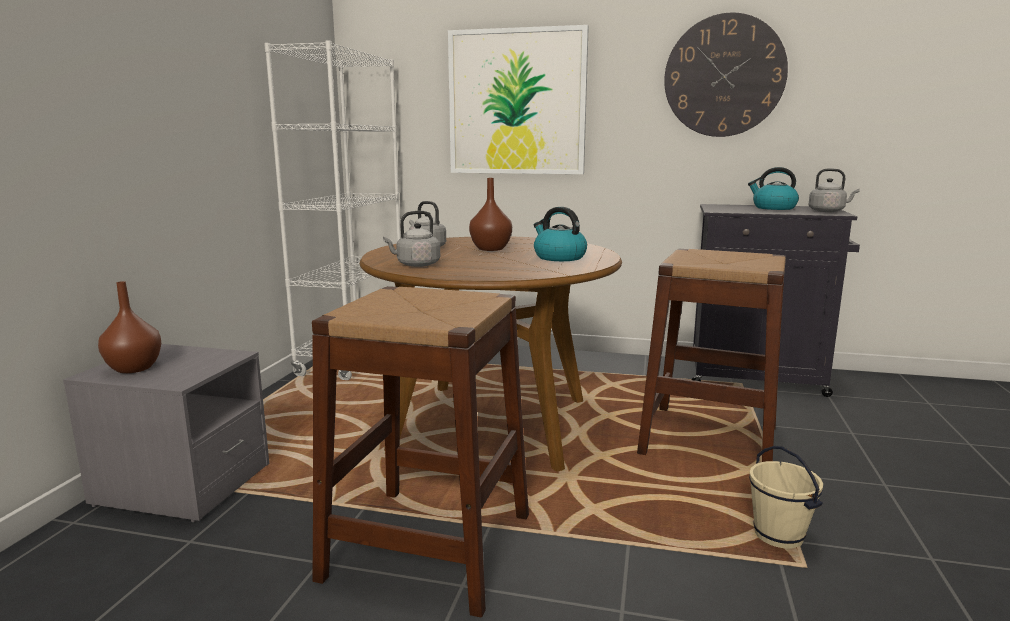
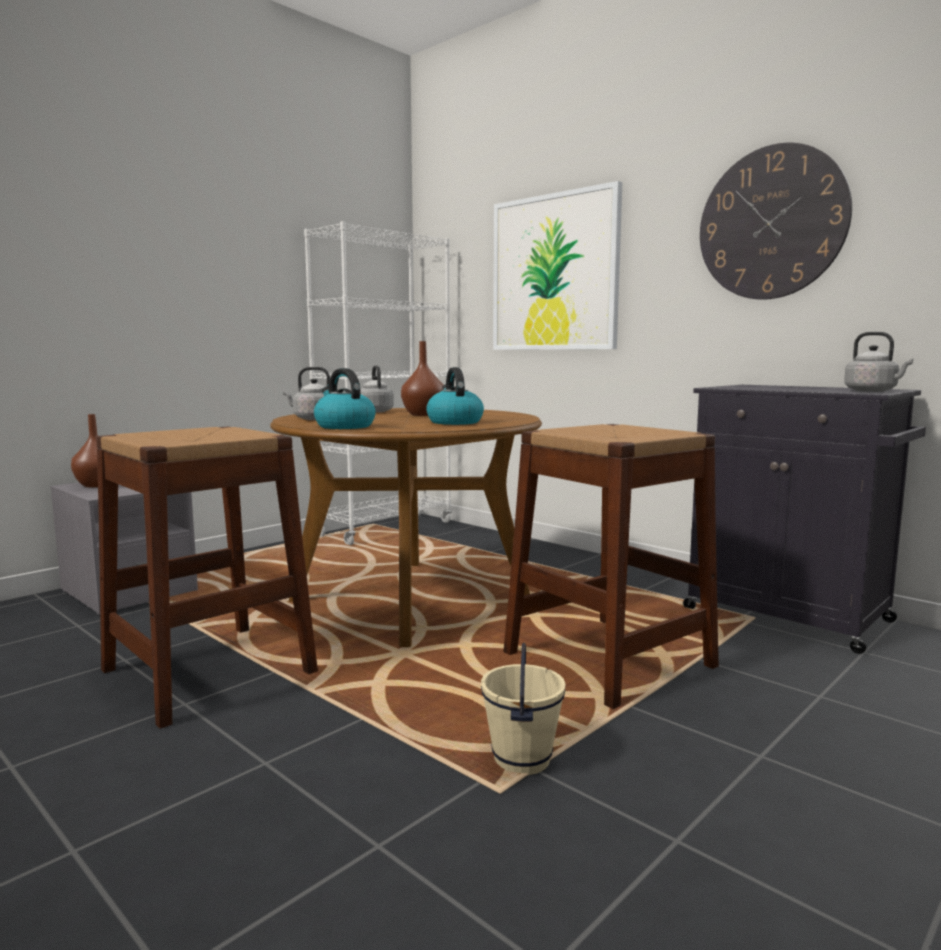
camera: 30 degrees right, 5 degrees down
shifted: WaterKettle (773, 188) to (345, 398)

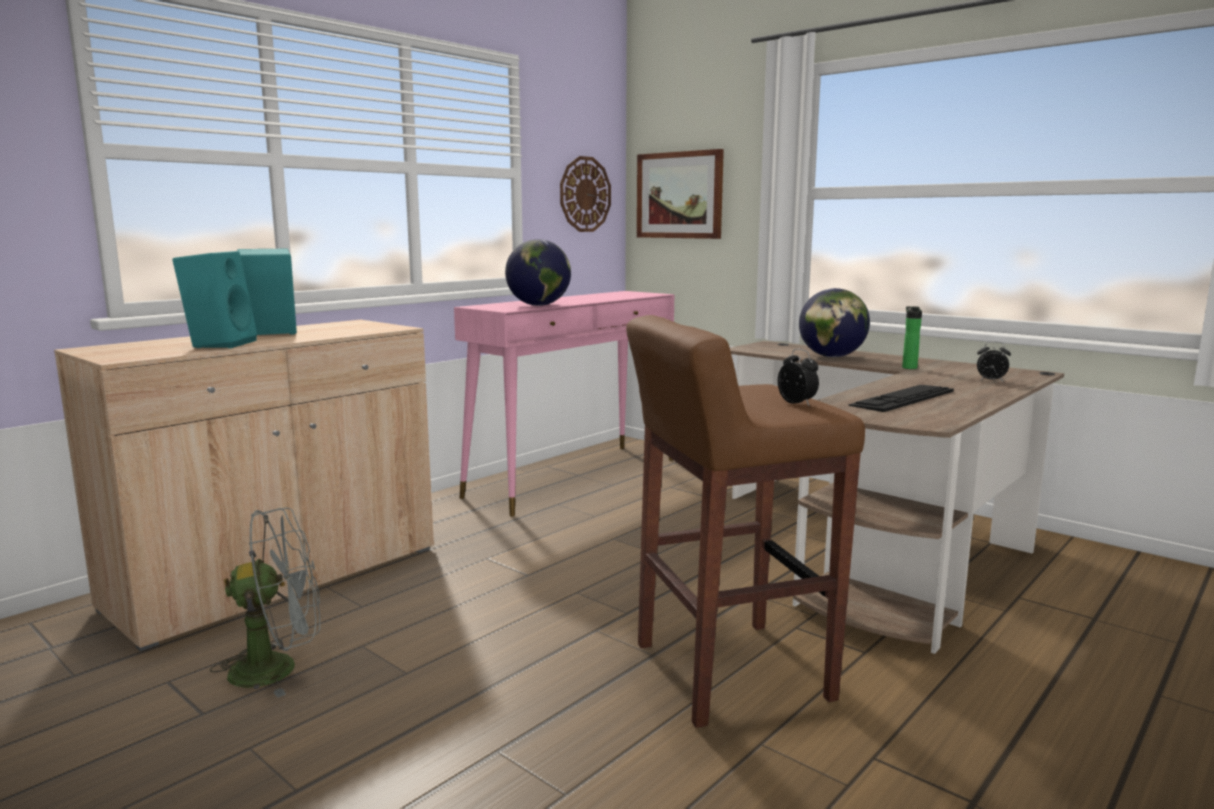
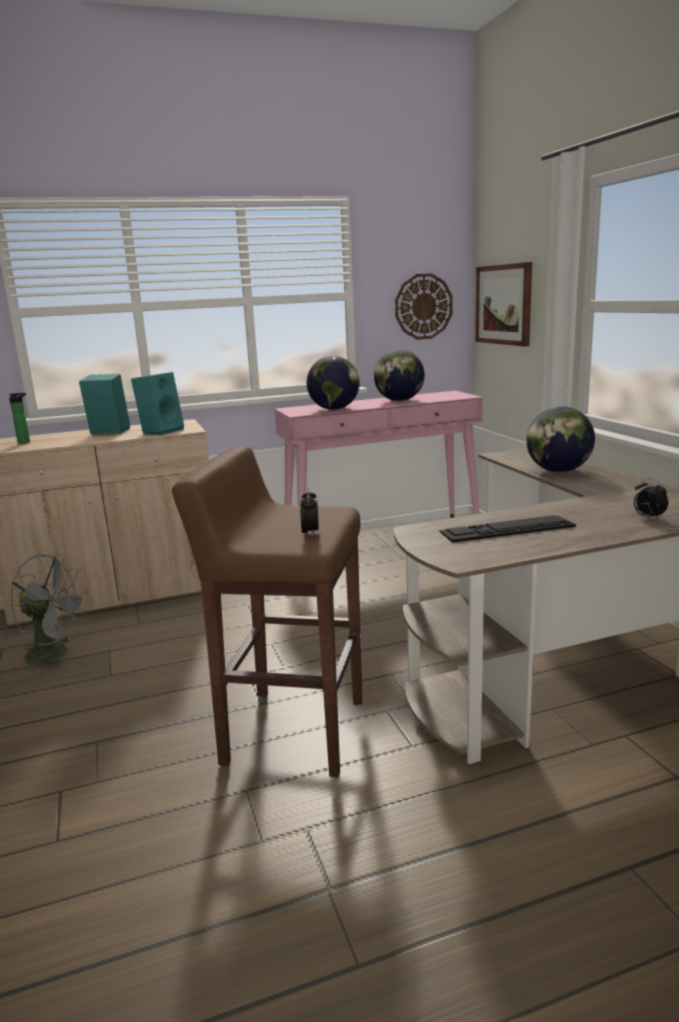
camera: 30 degrees right, 5 degrees up
new: WorldGlobe (399, 375)
shifted: DrinkBottle (912, 337) to (19, 418); BlueGreenLoudspeaker (214, 299) to (157, 403)

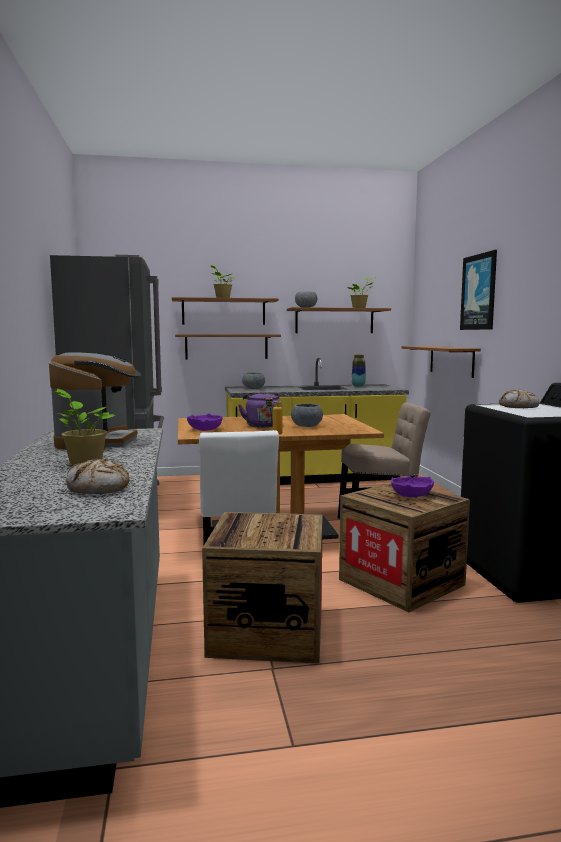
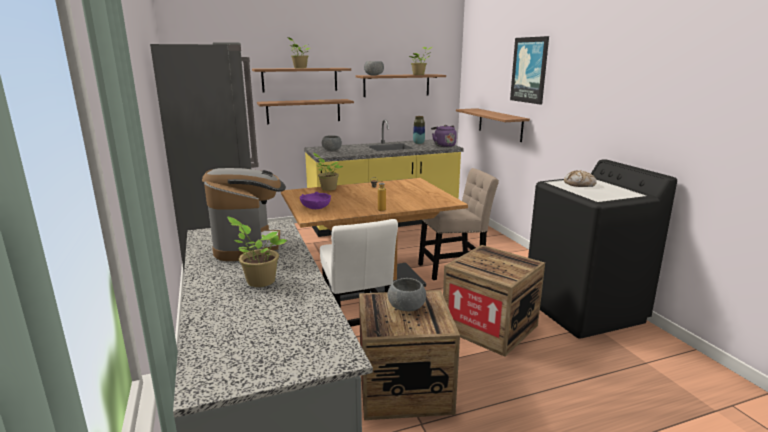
camera: 10 degrees left, 10 degrees up
gone: BakedBread (97, 476); PurpleDeepDish (412, 486)
new: Houseplant (328, 172)
shifted: GreyDeepDish (307, 415) to (406, 295); PurpleWaterKettle (260, 409) to (444, 136)

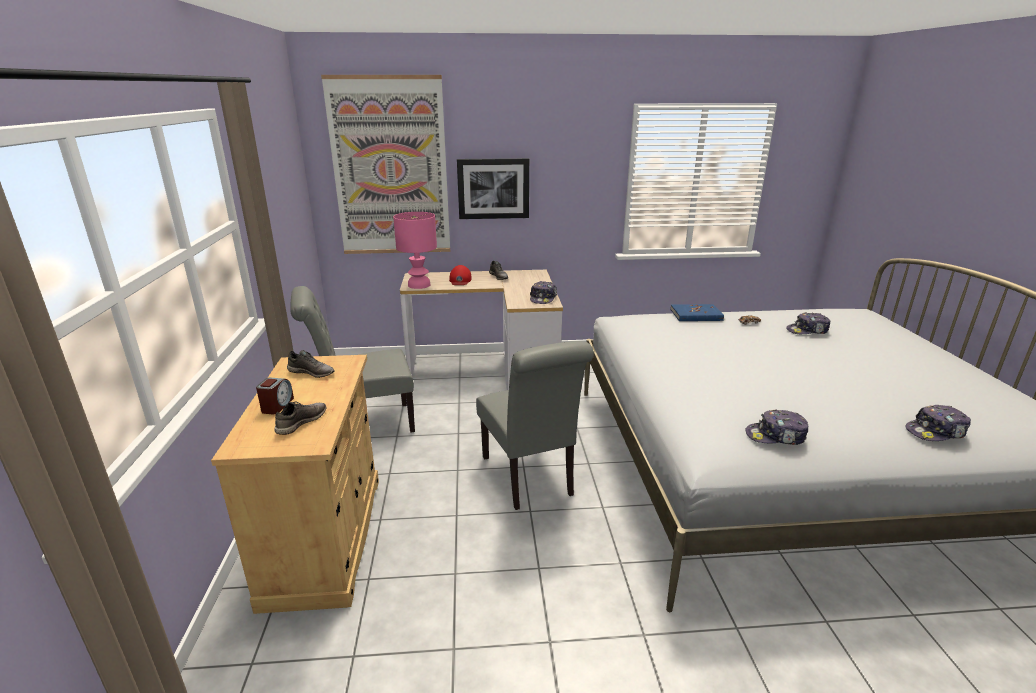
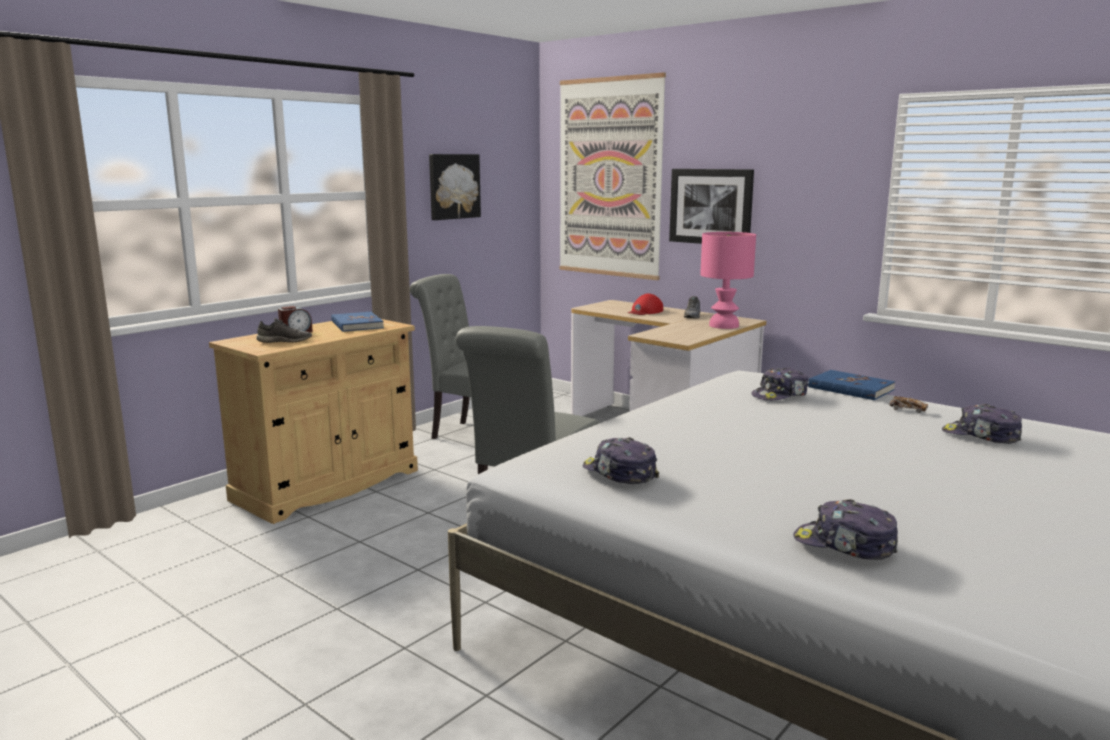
camera: 45 degrees right, 10 degrees down
new: WallArt (455, 187)
shifted: PinkishLampForATable (415, 250) to (728, 280); PeakedCap (543, 292) to (779, 384)
swapped: GreyLowShoe (311, 364) to BlueColouredBook (357, 322)

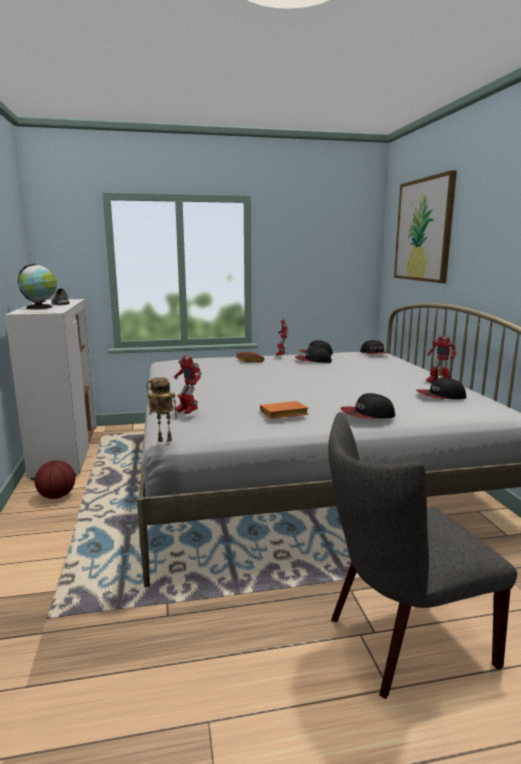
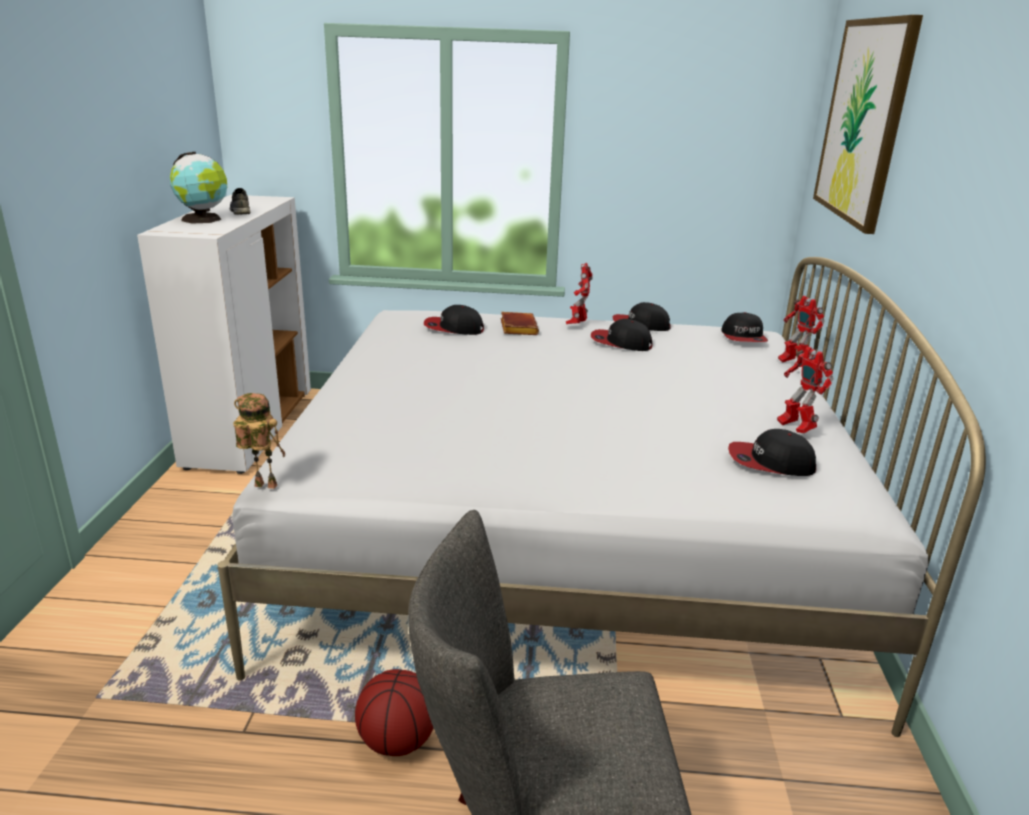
camera: 15 degrees right, 10 degrees up
gone: OrangeColouredBook (284, 410)
shifted: Basketball (54, 479) to (394, 712); PeakedCap (367, 406) to (454, 320); ToyRobot (188, 385) to (801, 331)

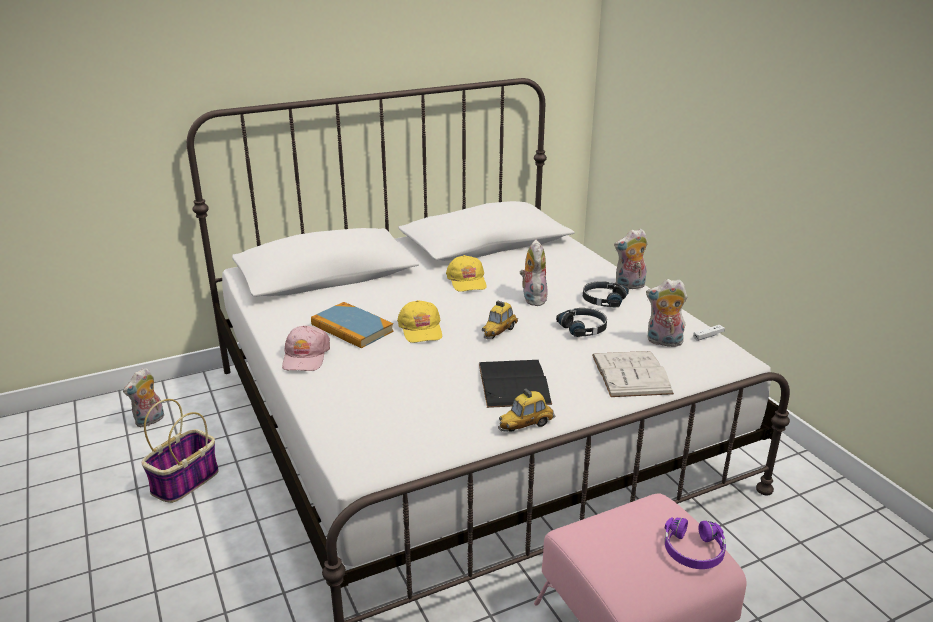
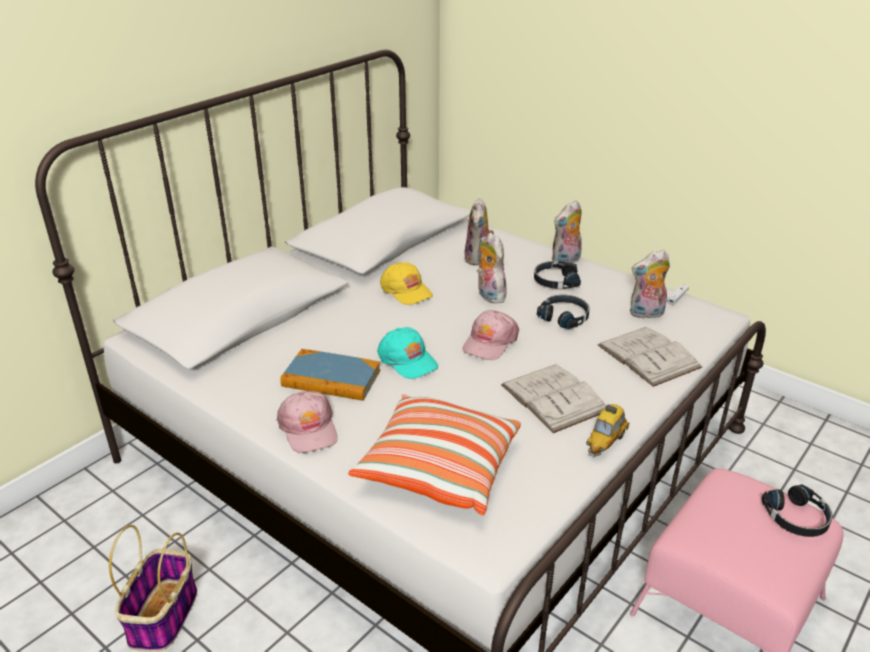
camera: 25 degrees left, 5 degrees up
new: Cushion (434, 454)
shifted: SoftToy (143, 397) to (479, 232)
swapped: ToyCar (500, 320) to PinkishPeakedCap (490, 335)
repainted: YellowPeakedCap (419, 321) to BlueGreenPeakedCap (407, 353); BlackColouredBook (515, 384) to WhitishBook (553, 398); PurplePairOfHeadphones (695, 543) to BlackColouredPairOfHeadphones (797, 510)

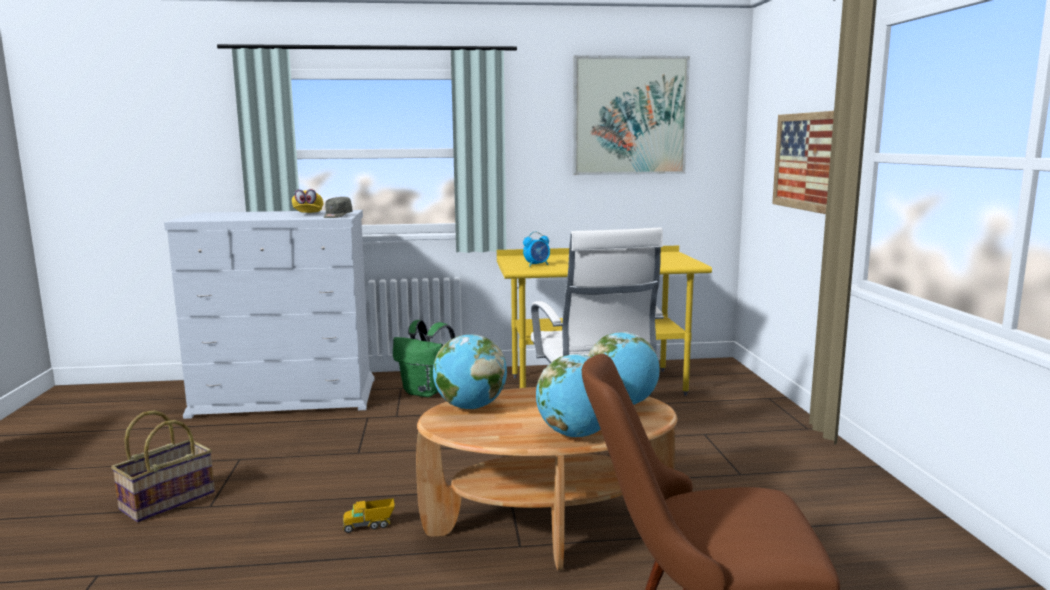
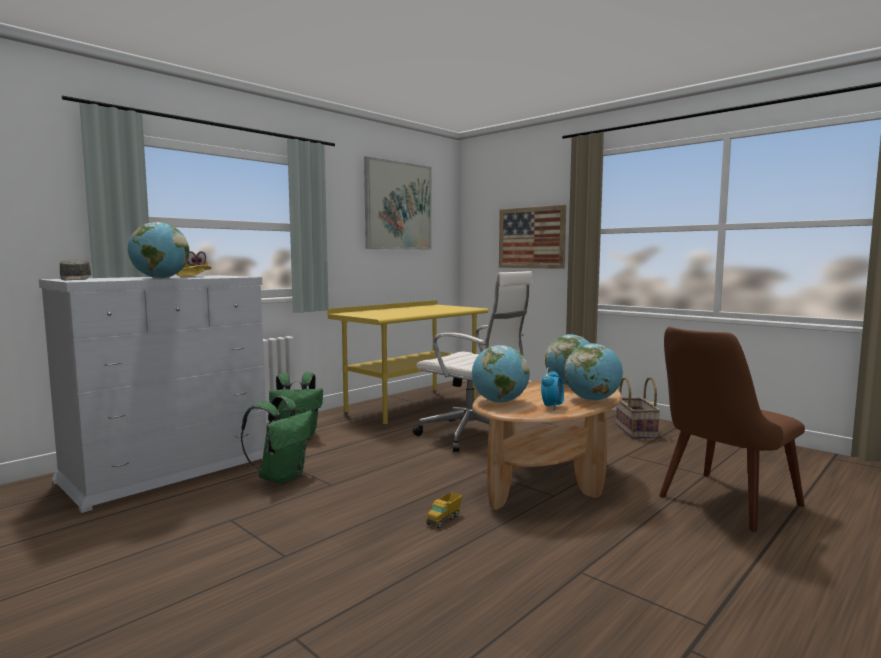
camera: 40 degrees left, 5 degrees down
new: WorldGlobe (158, 250); GreenColouredRucksack (276, 440)
shifted: GreyPeakedCap (338, 207) to (75, 269); BedsideClock (536, 249) to (552, 388); Basket (163, 466) to (638, 408)

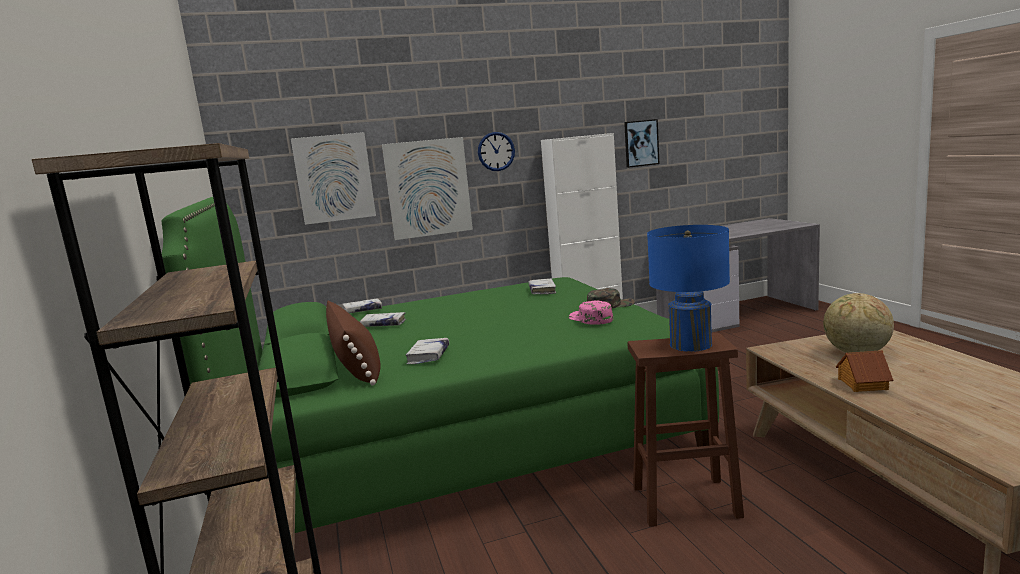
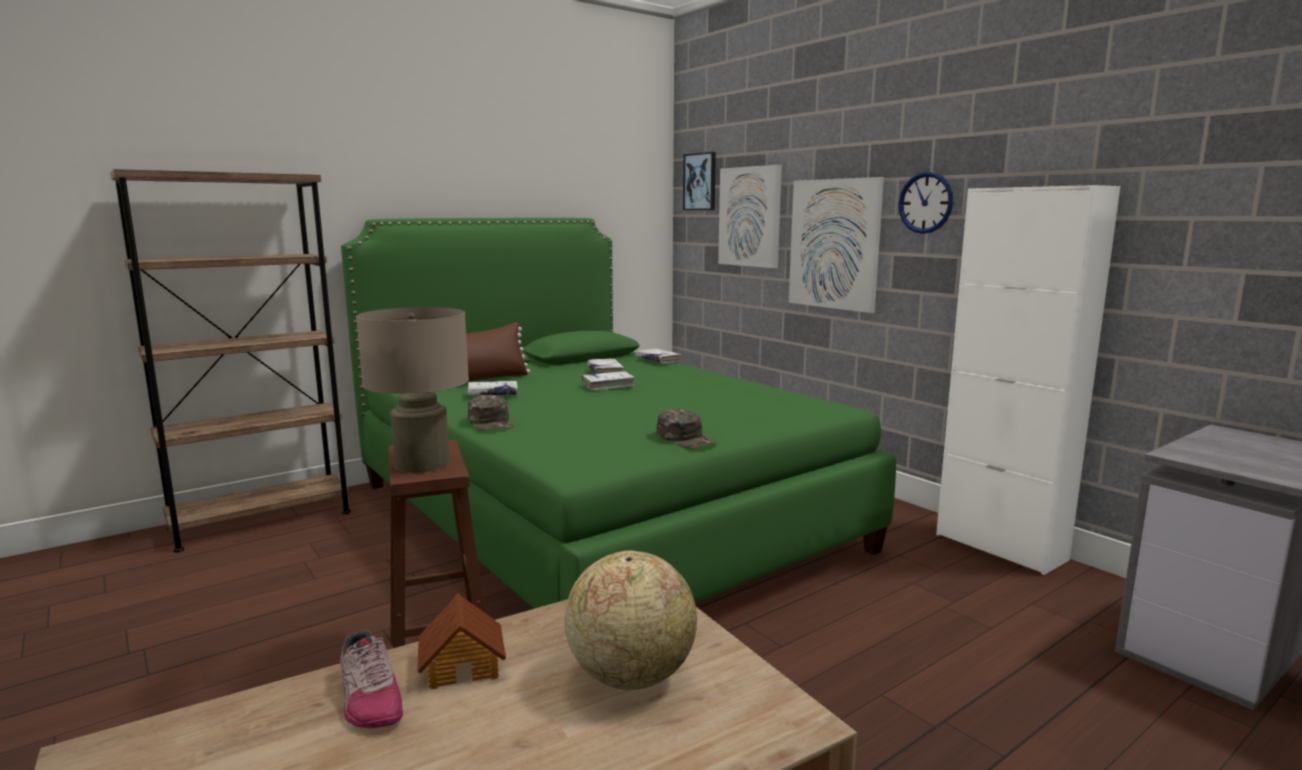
camera: 70 degrees right, 0 degrees up
gone: PinkishPeakedCap (591, 312)
new: LowShoe (371, 679); GreenColouredPeakedCap (491, 412)
shifted: WhitishBook (542, 286) to (609, 381); WallArt (641, 143) to (699, 181)
repainted: BlueColouredLampForATable (688, 288) to SandColouredLampForATable (412, 390)

